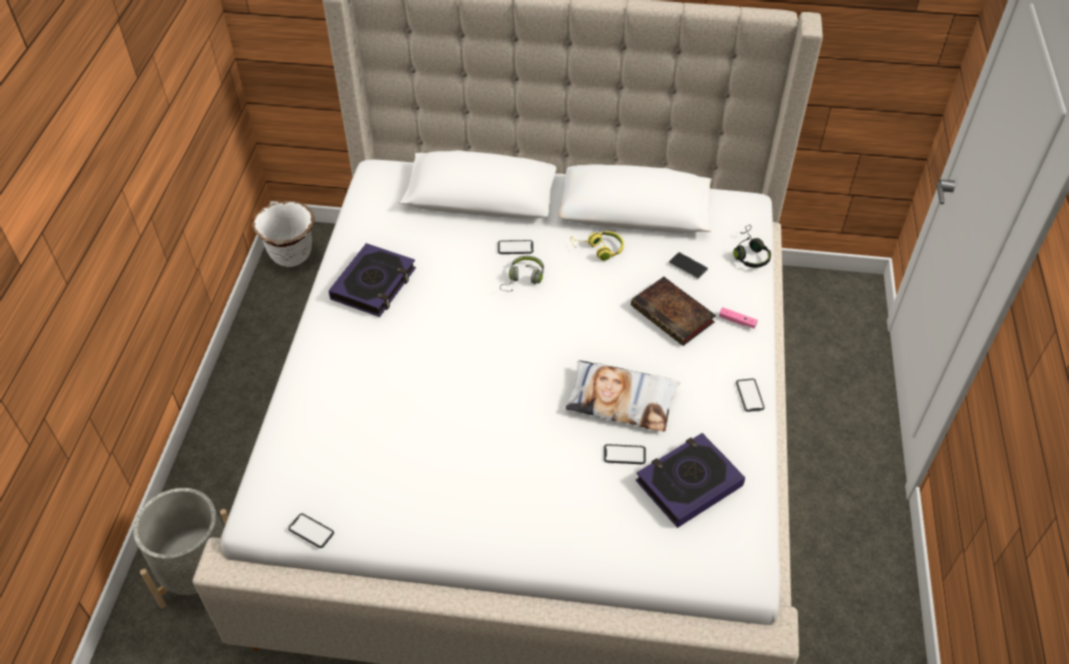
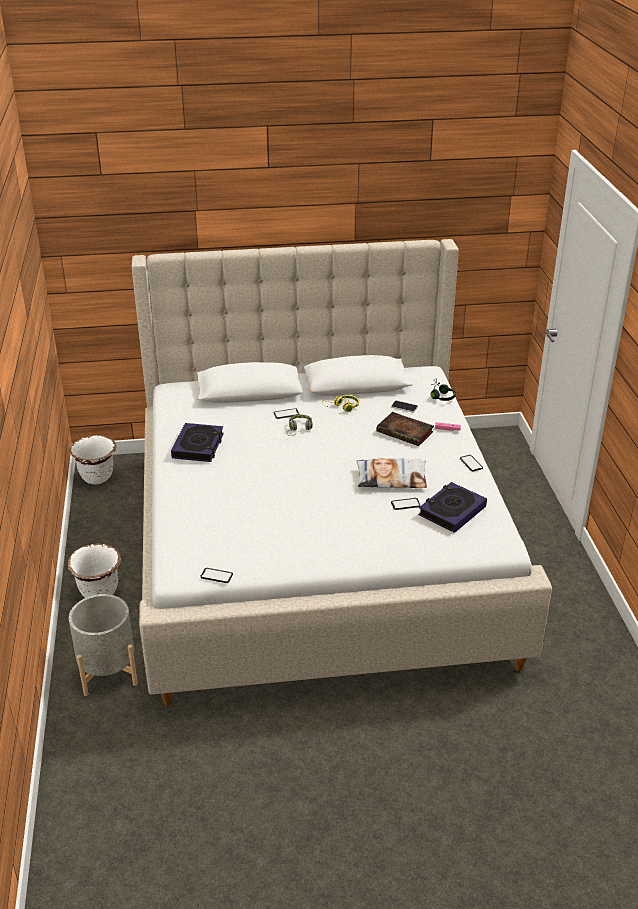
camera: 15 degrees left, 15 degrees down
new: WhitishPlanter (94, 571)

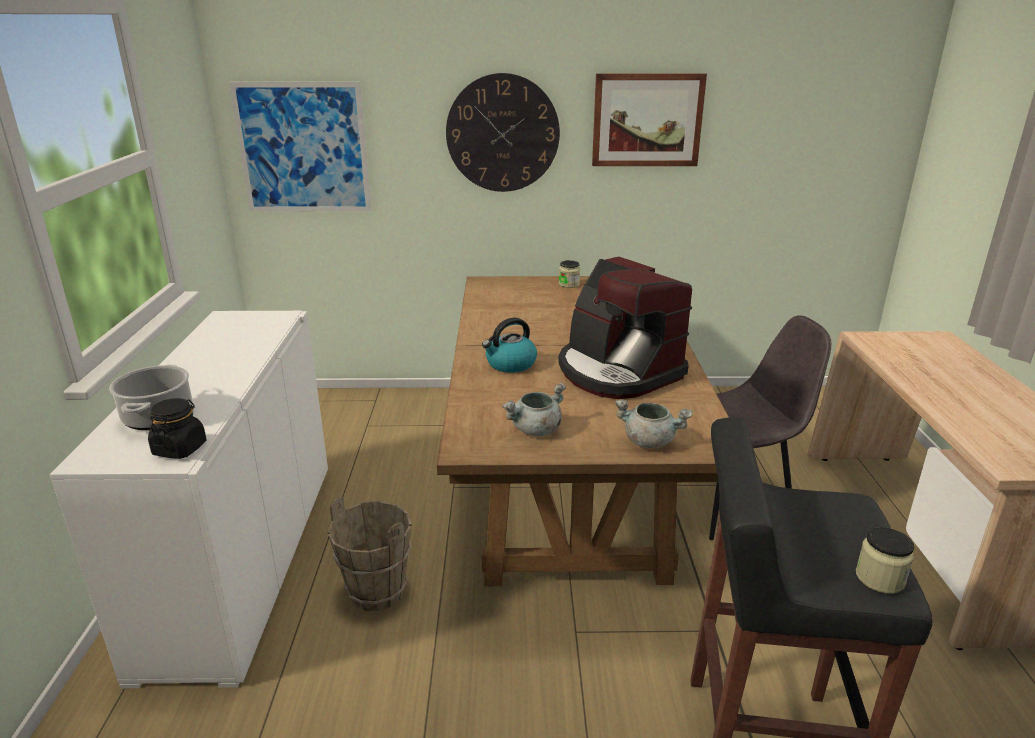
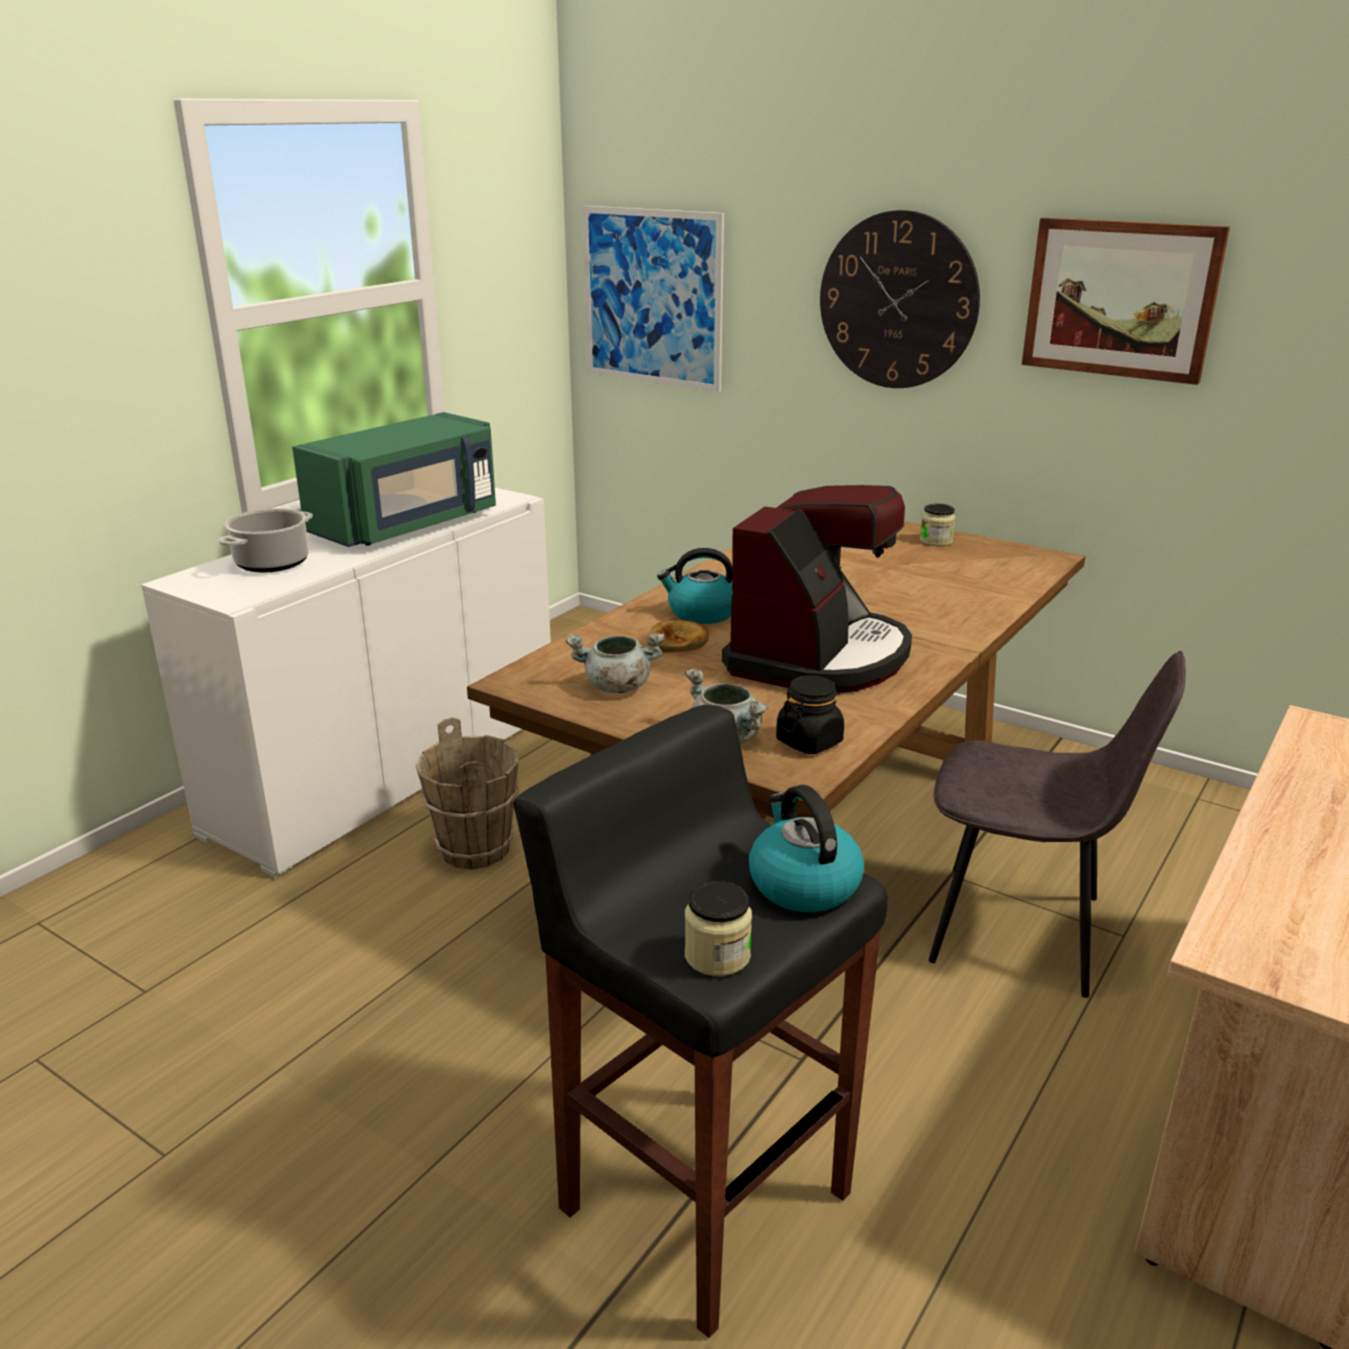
camera: 35 degrees right, 0 degrees up
new: GreenColouredMicrowaveOven (394, 479); BakedBread (678, 636); WaterKettle (806, 848)
shifted: BlackColouredStorageJar (177, 428) to (810, 714)
rotated: CoffeeMachine (625, 328) = (817, 589) 150 degrees counterclockwise

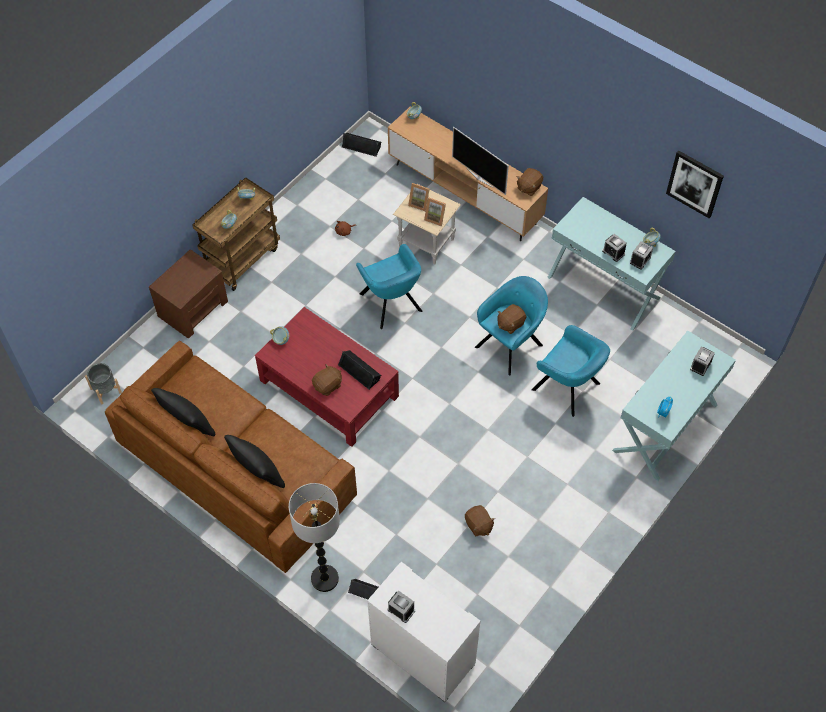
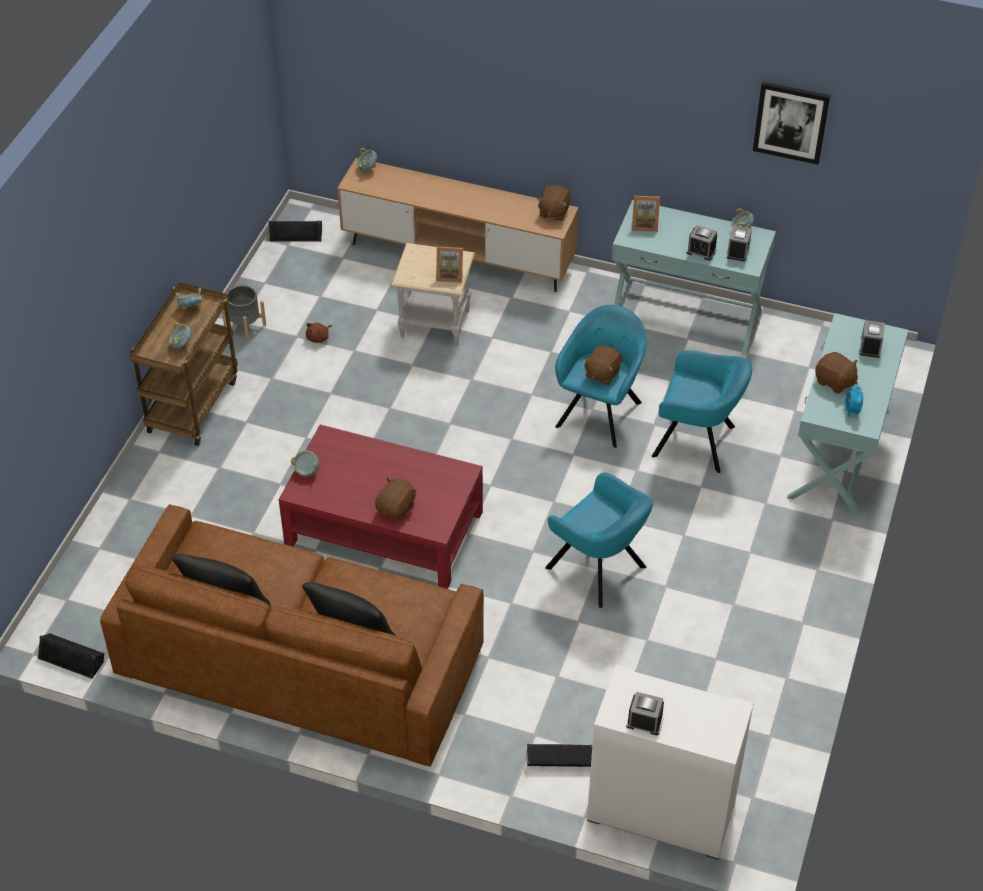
camera: 20 degrees left, 10 degrees down
gone: BrownBedsideTable (188, 293); StandingLamp (314, 537); TvSet (480, 161)
shifted: BlackColouredLoudspeaker (359, 370) to (71, 656); GreyPlanter (103, 383) to (244, 313); BlueGreenArmchair (389, 286) to (599, 540); PictureFrame (419, 197) to (646, 214); BrownSoftToy (480, 521) to (836, 373)

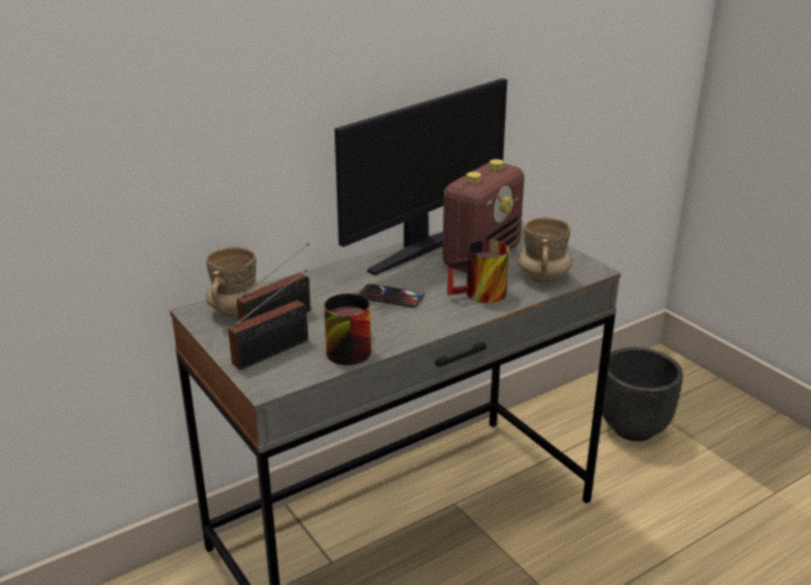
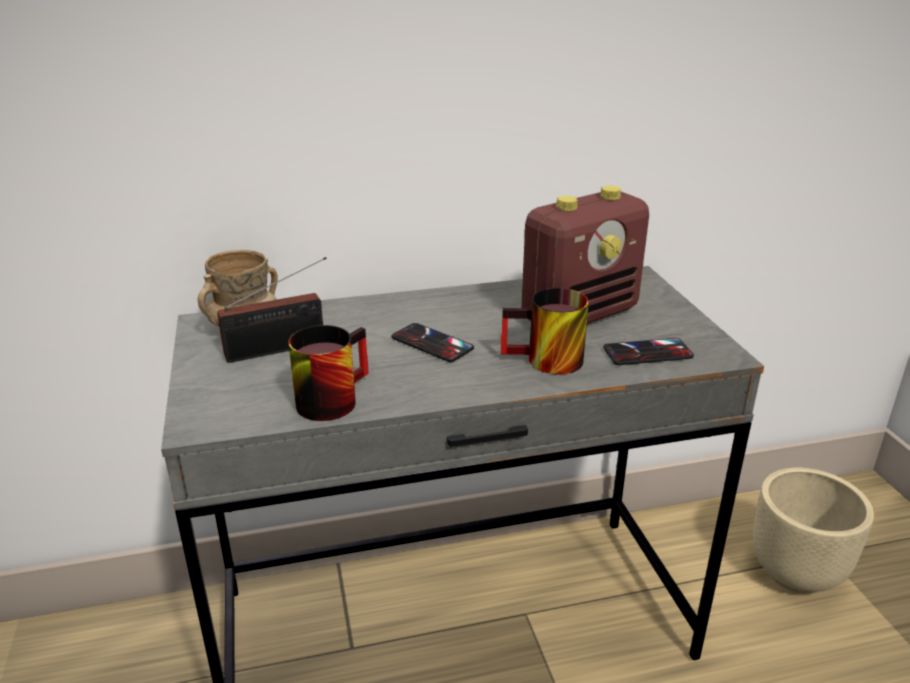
camera: 20 degrees right, 0 degrees up
gone: RadioSet (268, 319); ComputerScreen (421, 176)
swapped: SandColouredTeaMug (545, 250) to Handset (648, 351)
repainted: BlackColouredPlanter (642, 394) to SandColouredPlanter (813, 531)

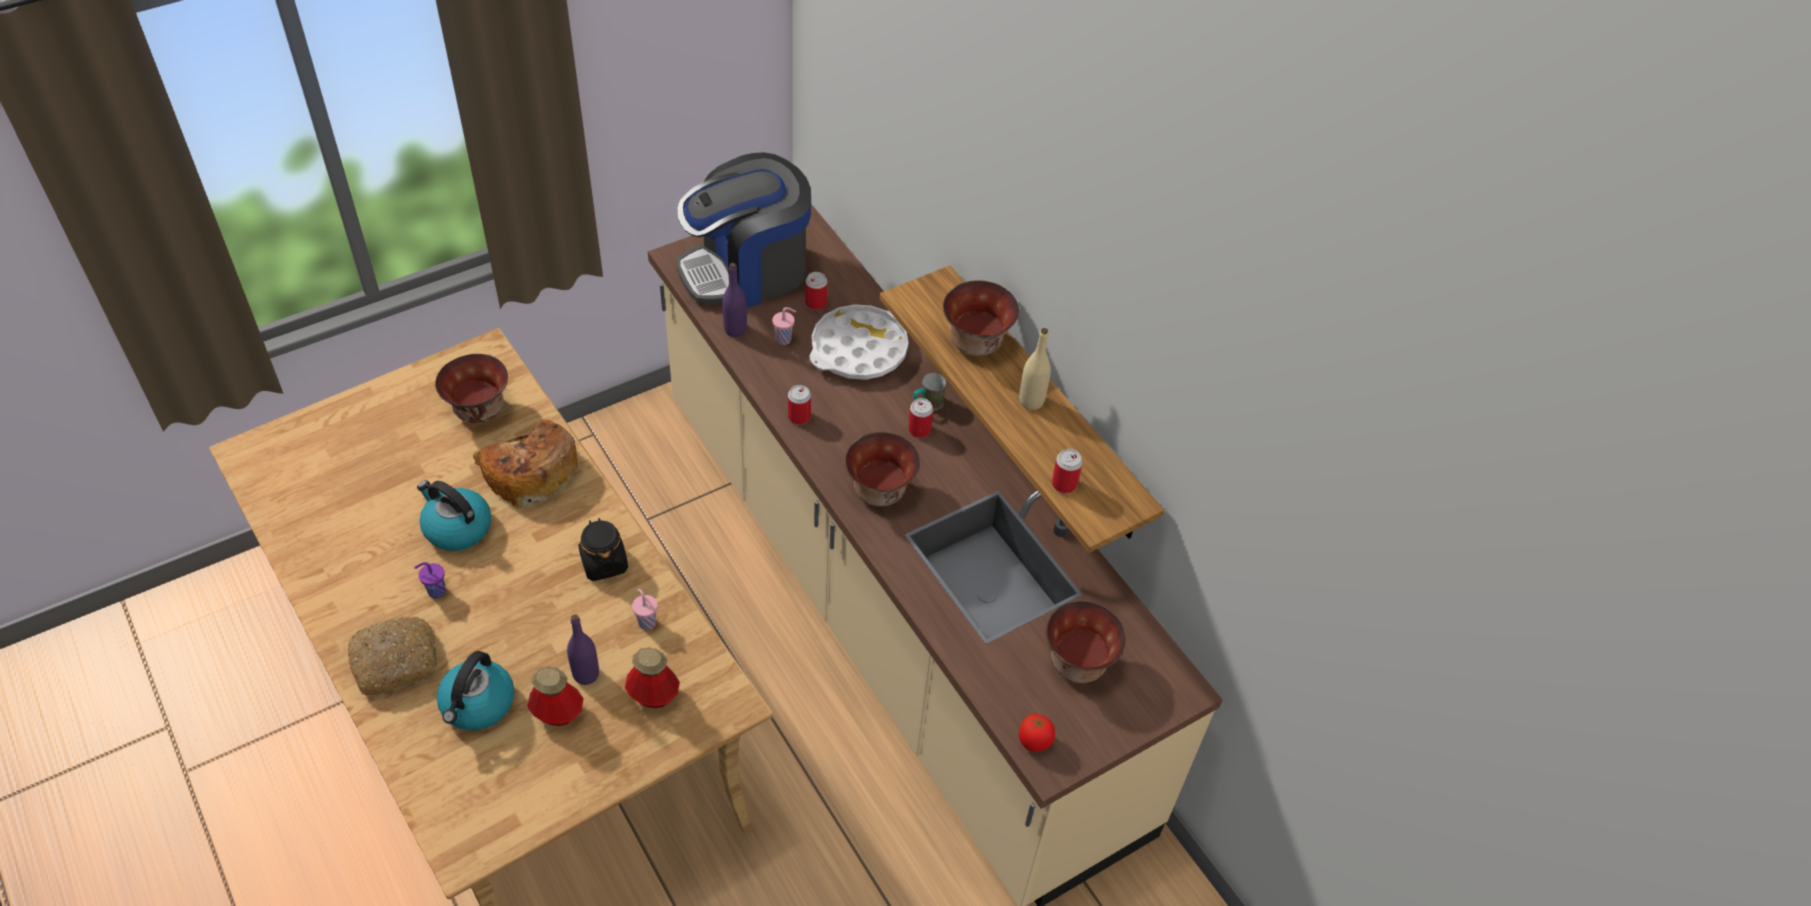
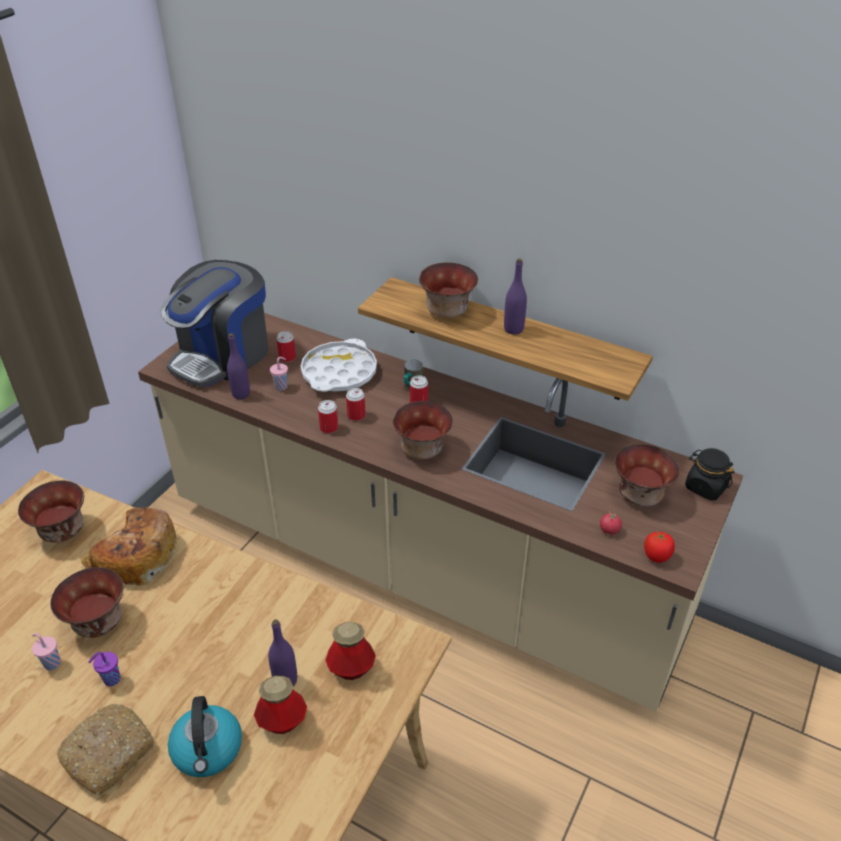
camera: 25 degrees left, 10 degrees down
new: WholeTomato (611, 522)
shifted: PinkishSmallCup (645, 609) to (46, 651); SealedCan (1067, 471) to (356, 404); BlackColouredStorageJar (603, 549) to (709, 474)
swapped: WaterKettle (454, 515) to DeepDish (87, 602)
repainted: SandColouredDrinkBottle (1035, 369) to PurpleDrinkBottle (515, 297)

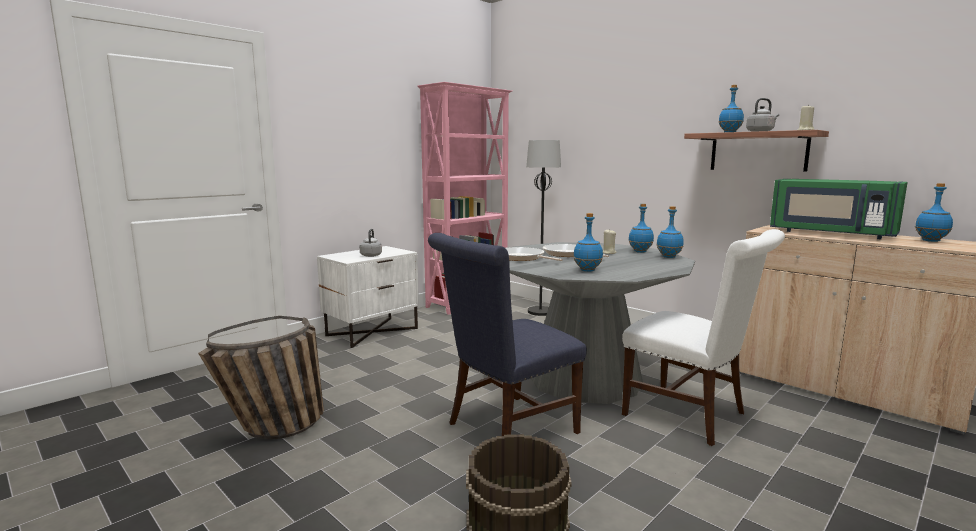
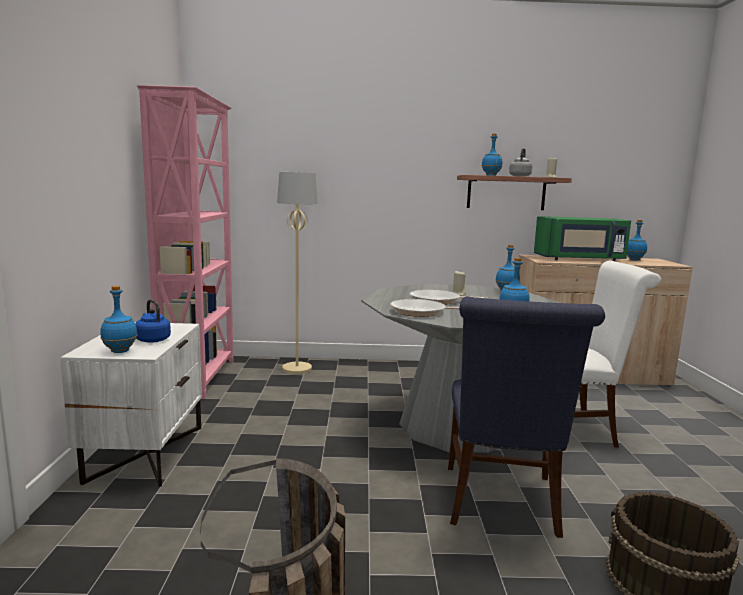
camera: 45 degrees left, 0 degrees up
shifted: BlueColouredDrinkBottle (641, 228) to (119, 319)
repainted: GreyWaterKettle (371, 243) to BlueColouredWaterKettle (153, 321); BlackColouredStandingLamp (543, 228) to SandColouredStandingLamp (297, 273)

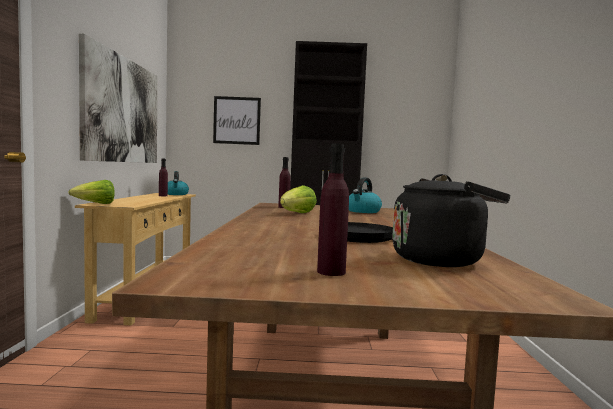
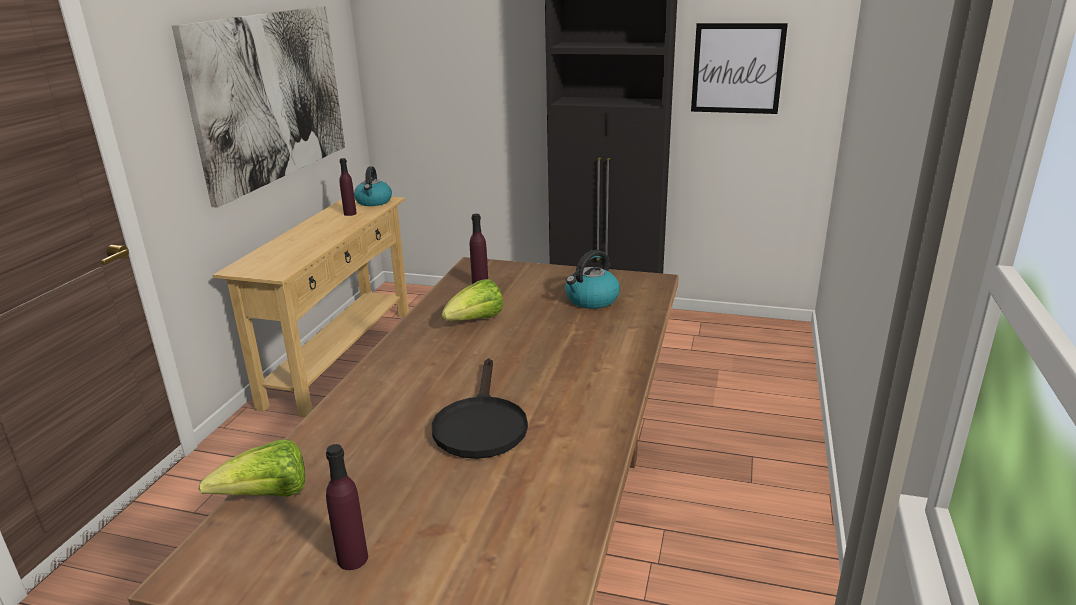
camera: 15 degrees right, 20 degrees up
gone: BlackColouredWaterKettle (451, 220)
shifted: Lettuce (91, 192) to (252, 468); WallArt (237, 120) to (739, 68)

